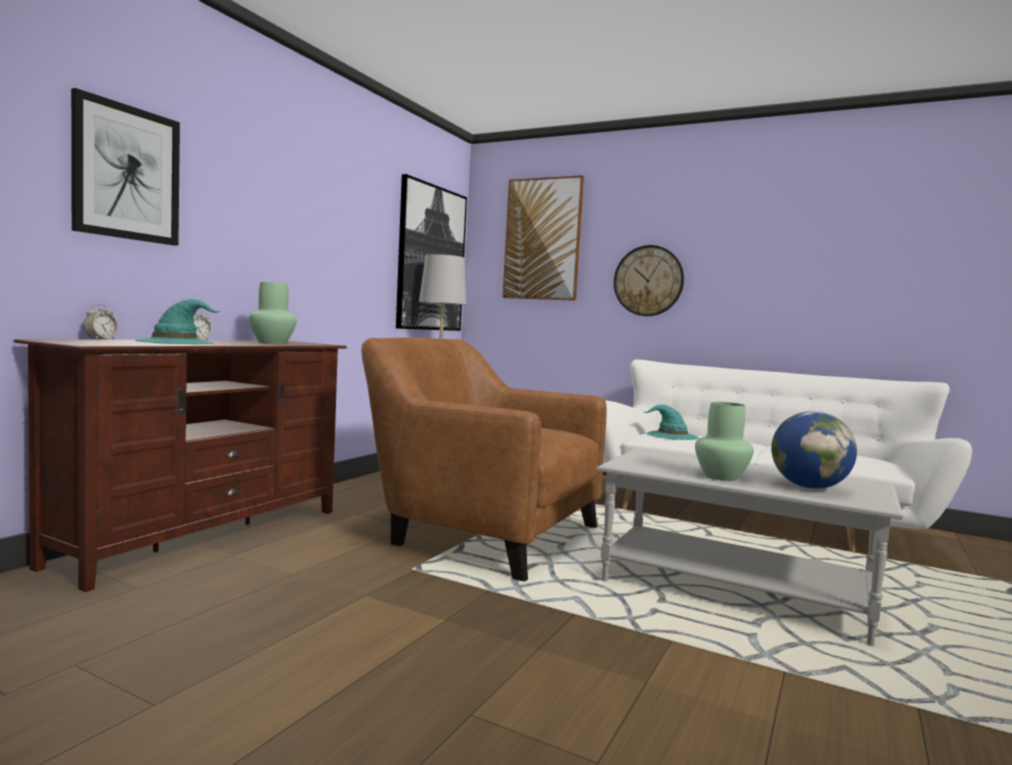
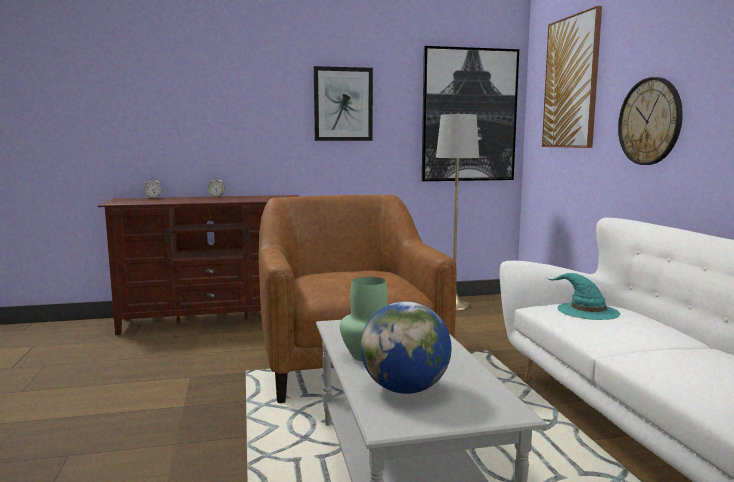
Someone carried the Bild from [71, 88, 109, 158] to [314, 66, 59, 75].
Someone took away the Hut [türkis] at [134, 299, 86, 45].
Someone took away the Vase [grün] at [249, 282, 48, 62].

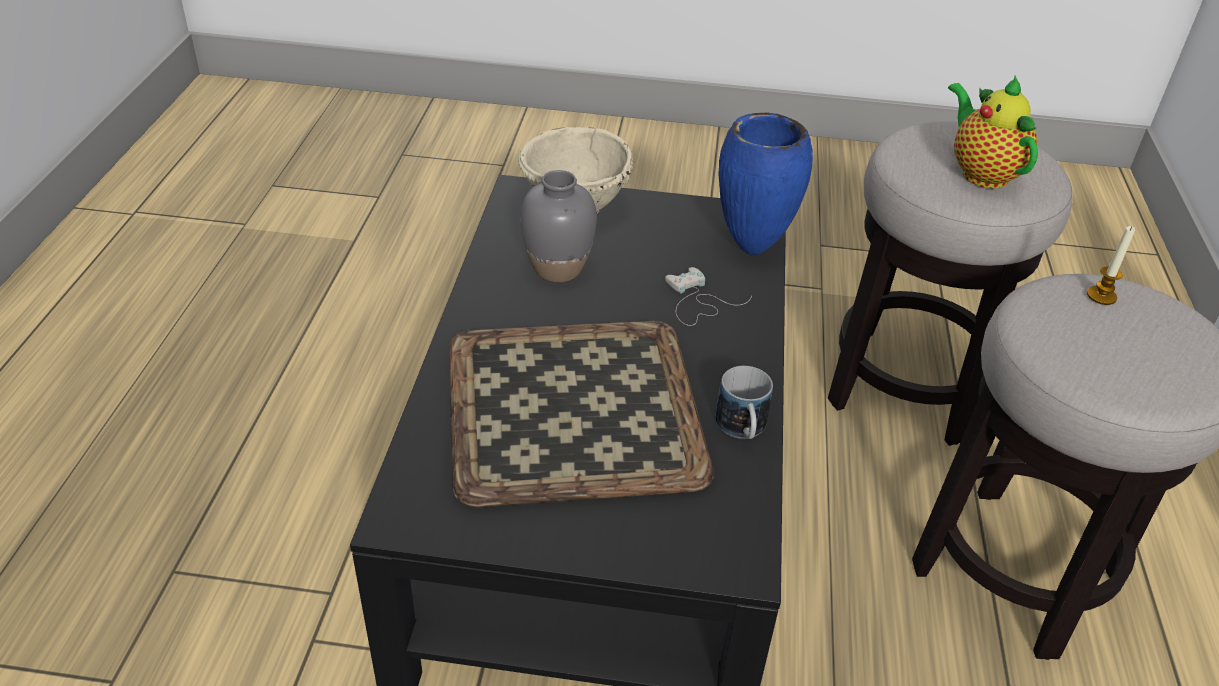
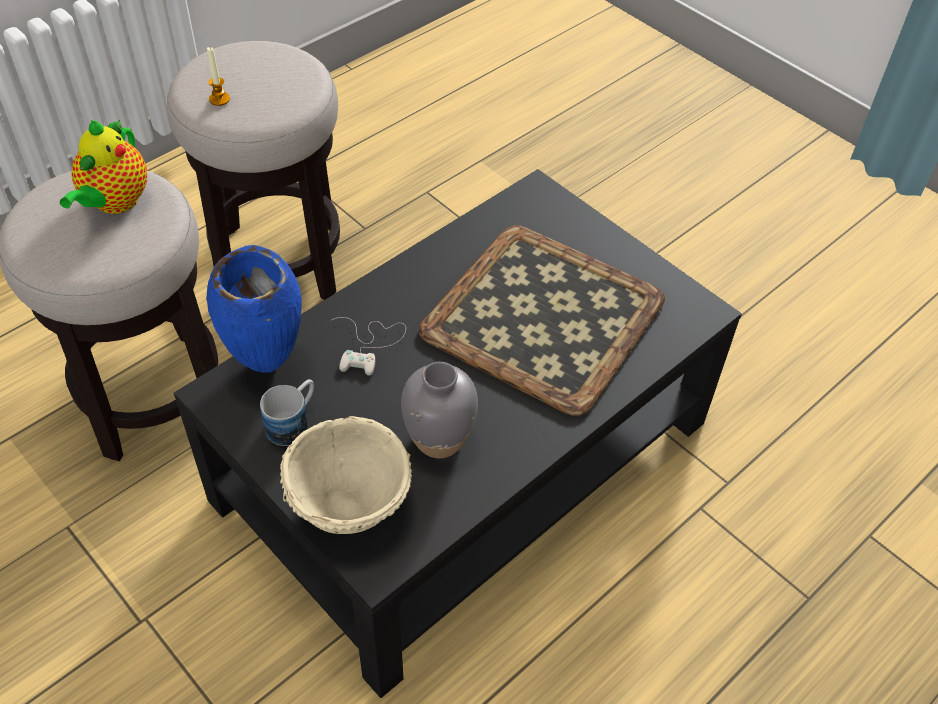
Someone carried the Henkelbecher from [715, 366, 58, 73] to [260, 379, 54, 67].

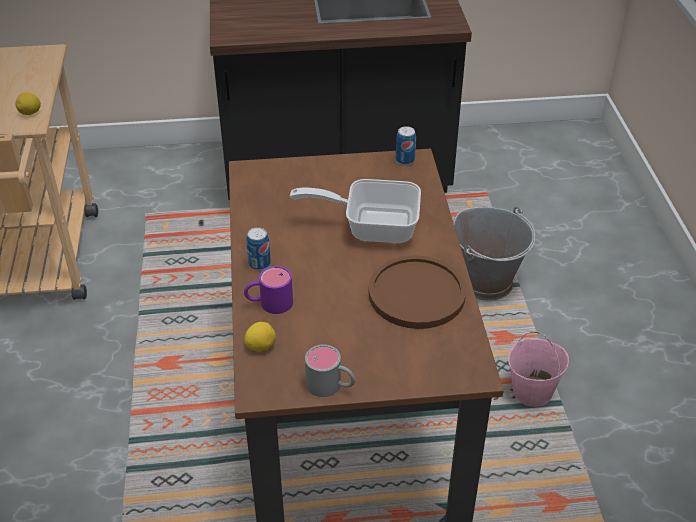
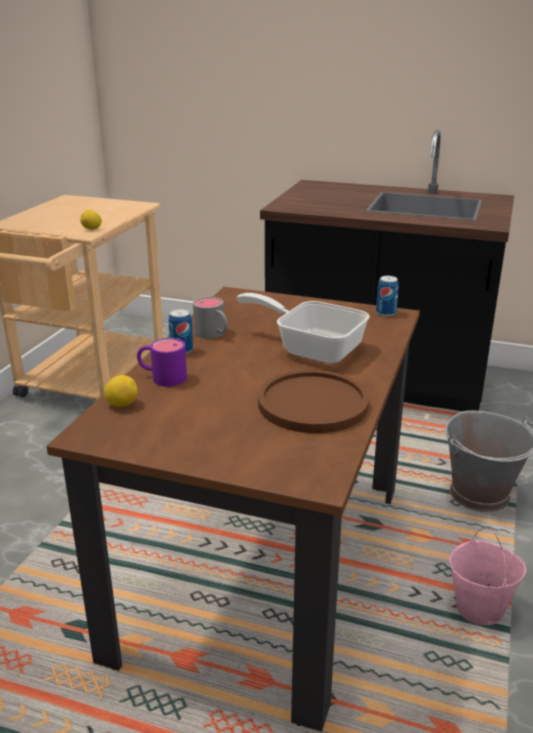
Someone carried the Henkelbecher [grau] from [305, 345, 51, 52] to [193, 297, 35, 42].

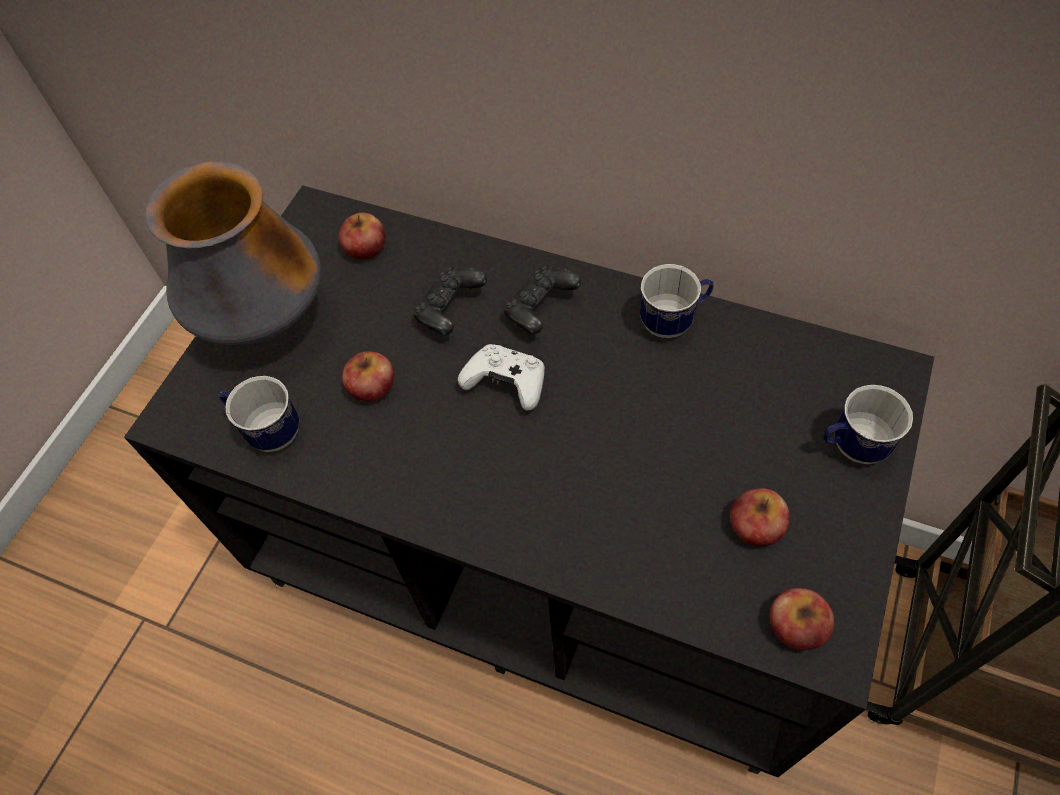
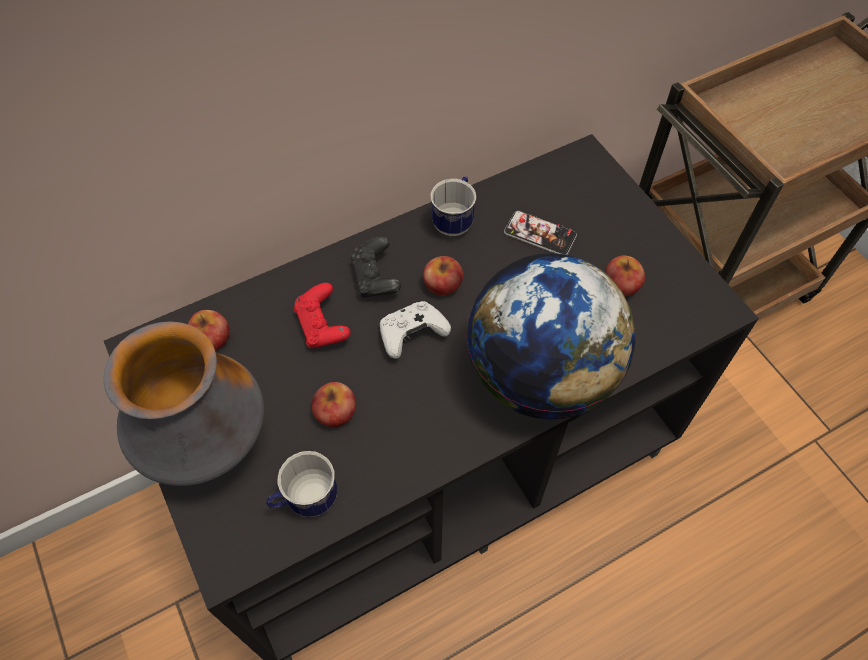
Someone repainted the Gamepad [schwarz] at [413, 267, 74, 68], which became the Gamepad [rot] at [294, 283, 57, 65].
Someone carried the Apfel from [770, 588, 64, 62] to [423, 256, 40, 39].
Someone took away the Henkelbecher at [823, 385, 90, 79].
Someone put down the Globus at [467, 253, 168, 167].
Someone put down the Handy at [504, 211, 73, 44].

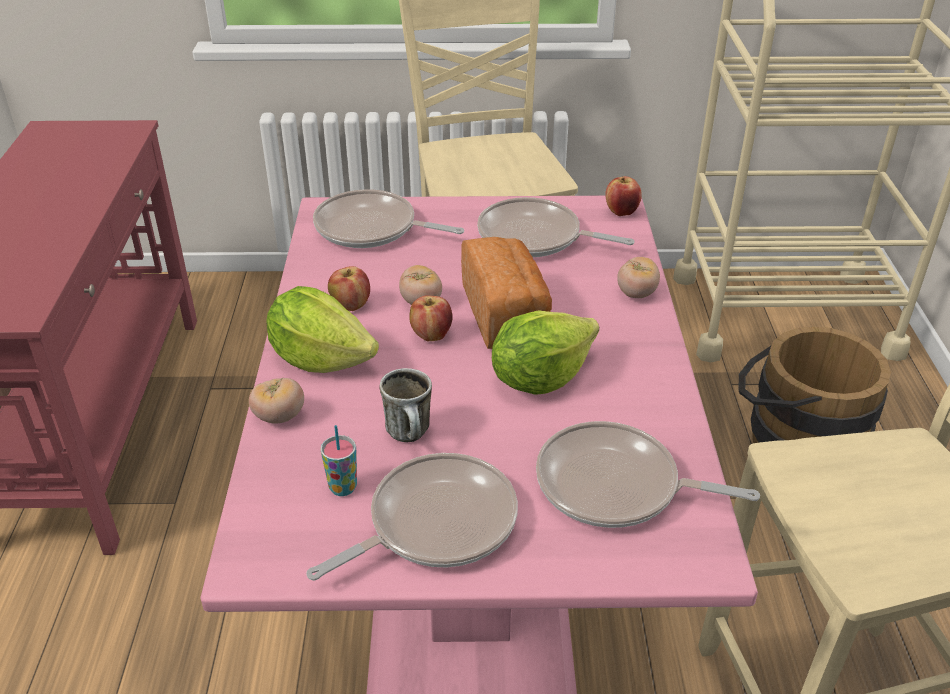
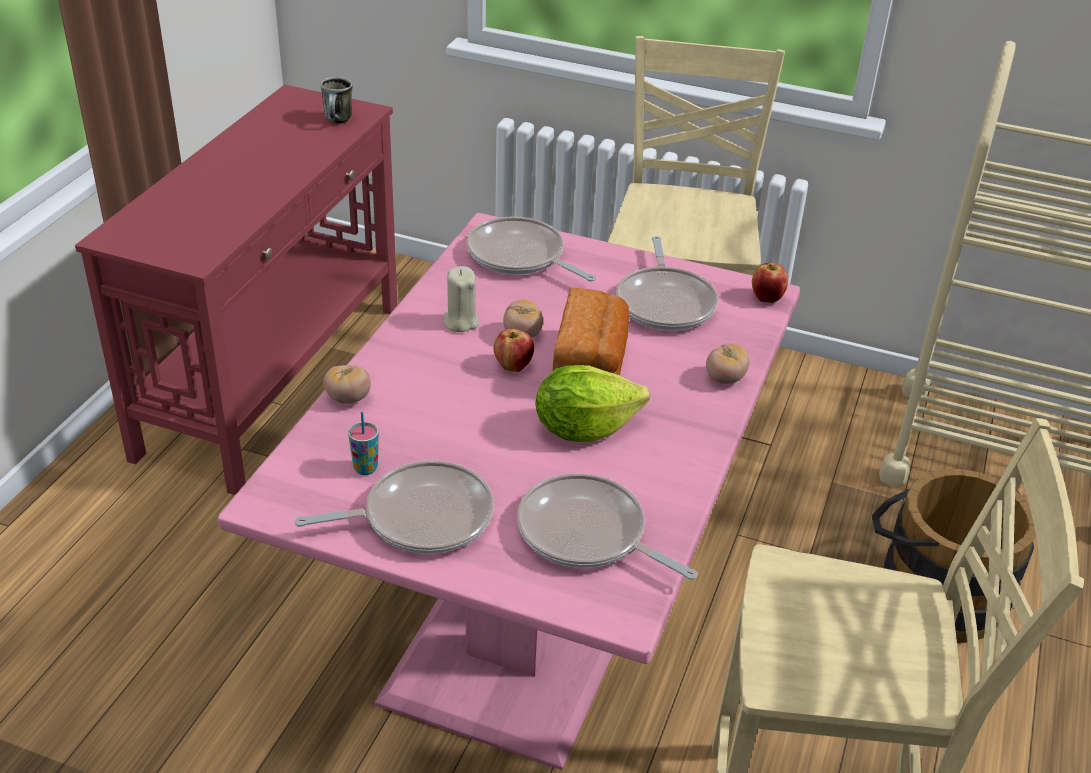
Someone took away the Salatkopf at [266, 286, 113, 87].
Someone swapped the Apfel at [328, 266, 42, 45] for the Kerze [beige] at [443, 266, 35, 66].
Someone carried the Henkelbecher from [379, 368, 53, 74] to [321, 77, 32, 47].
Someone rotated the Pfanne at [477, 197, 157, 60] by 135 degrees counterclockwise.

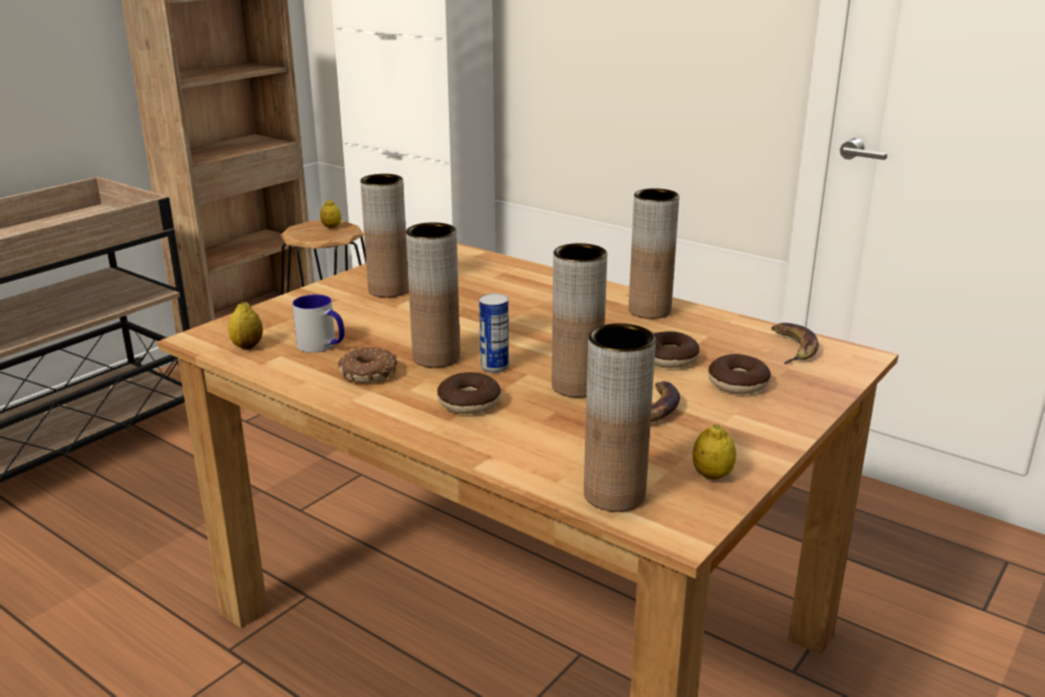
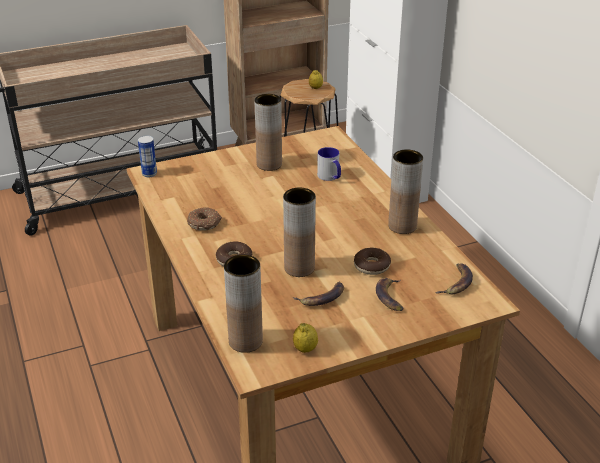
Someone took away the Zitrone at [228, 302, 35, 48].
Someone carried the Henkelbecher from [292, 294, 52, 59] to [317, 147, 24, 34].
Someone took away the Vase [braun] at [406, 222, 54, 146].
Someone carried the Dose from [479, 294, 30, 79] to [138, 136, 19, 41].
Someone swapped the Donut at [708, 354, 63, 40] for the Banane at [376, 278, 27, 33].

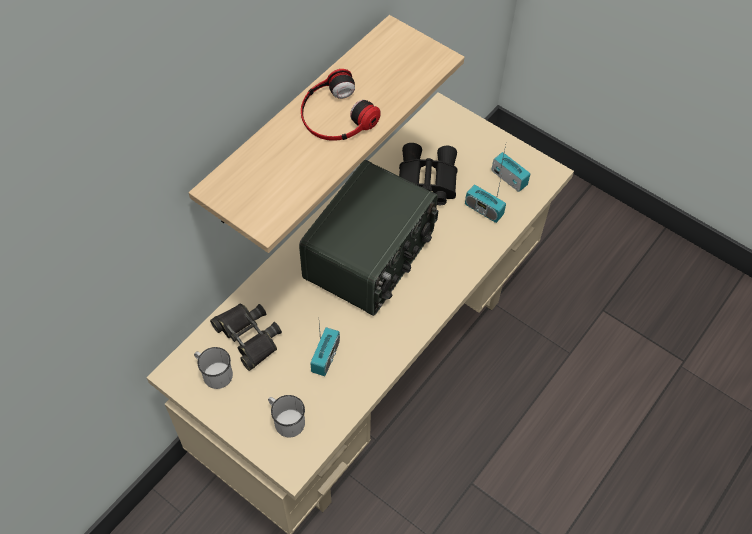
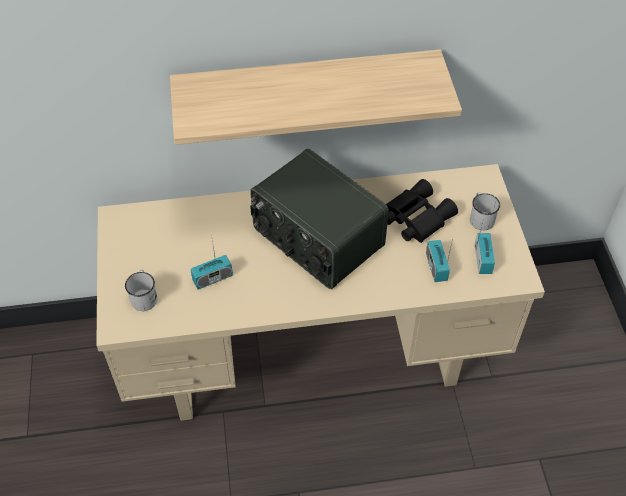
Someone carried the Henkelbecher [weiß] from [194, 347, 39, 42] to [470, 192, 30, 38].
Someone took away the Fernglas [schwarz] at [210, 304, 72, 67].
Someone rotated the Radio at [299, 160, 139, 156] by 60 degrees clockwise.
Someone took away the Kopfhörer at [301, 69, 80, 72].

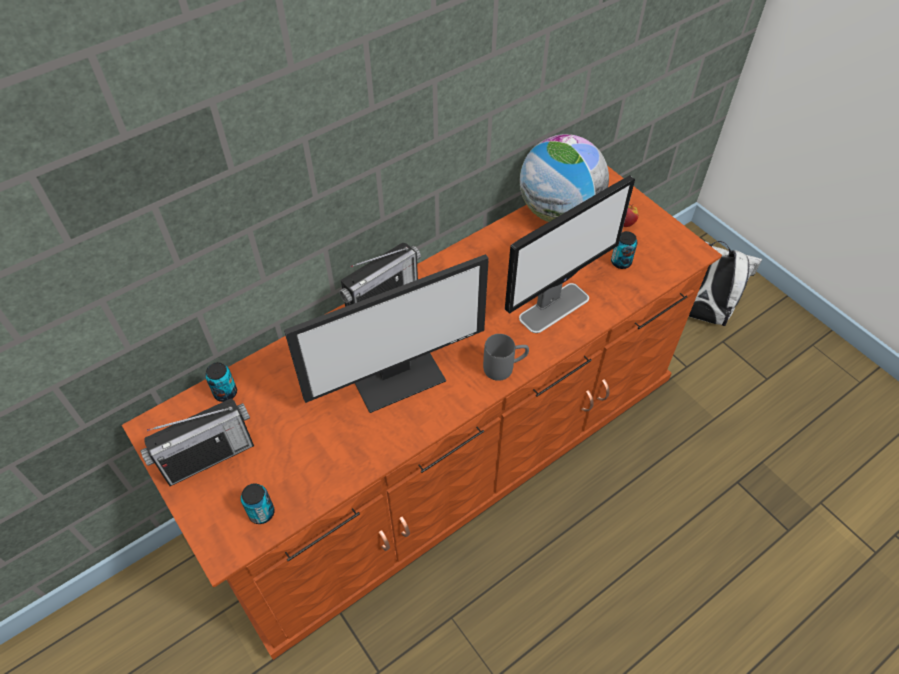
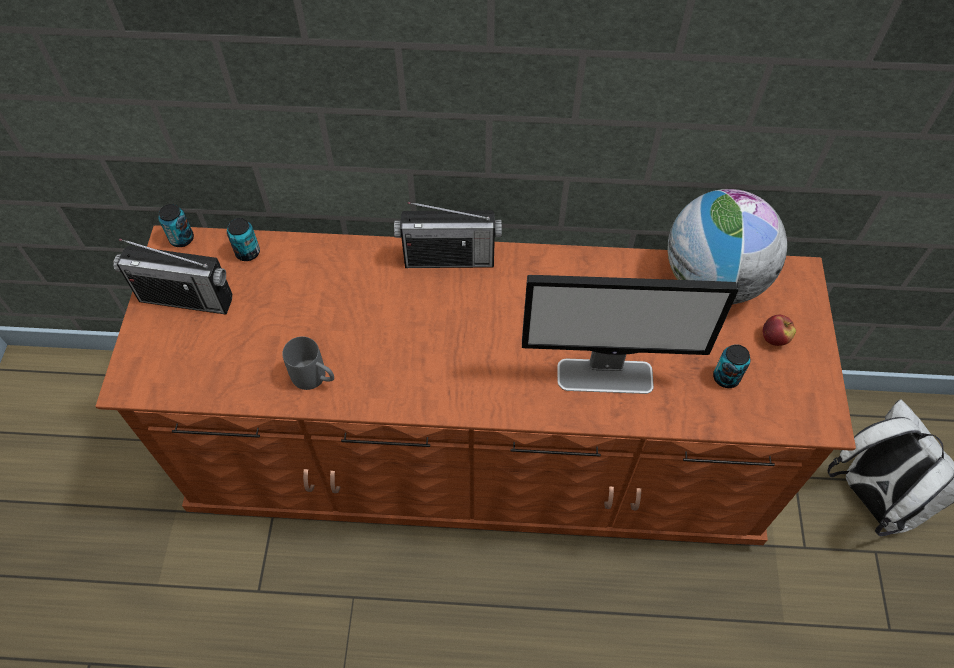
Someone carried the Dose from [241, 483, 34, 41] to [158, 204, 36, 43].
Someone took away the Monitor at [284, 254, 205, 159].
Someone carried the Henkelbecher [grau] from [483, 334, 46, 47] to [282, 336, 52, 54].

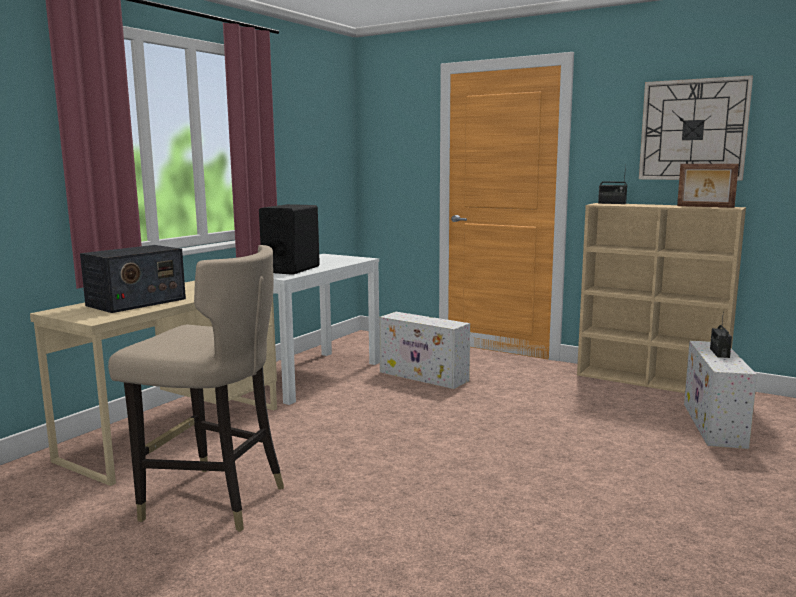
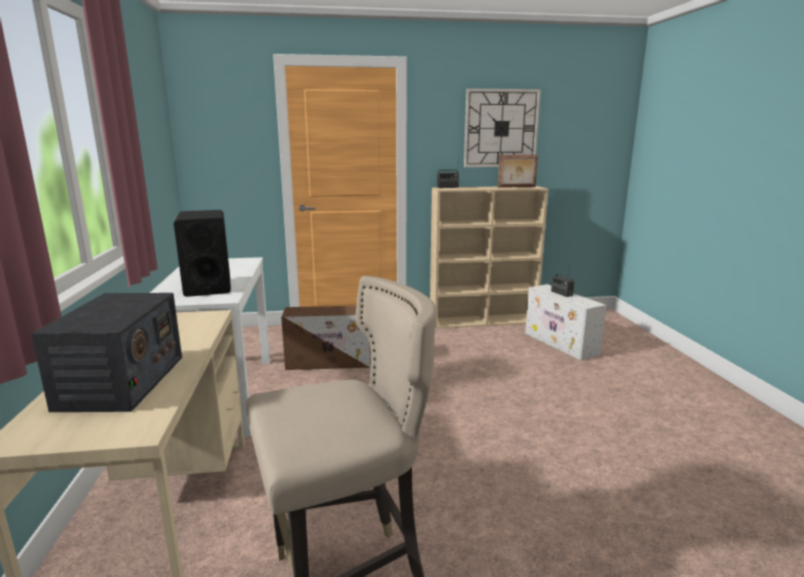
Someone repainted the Aufbewahrungsbox [weiß] at [379, 312, 91, 77], which became the Aufbewahrungsbox [braun] at [281, 306, 90, 64].

